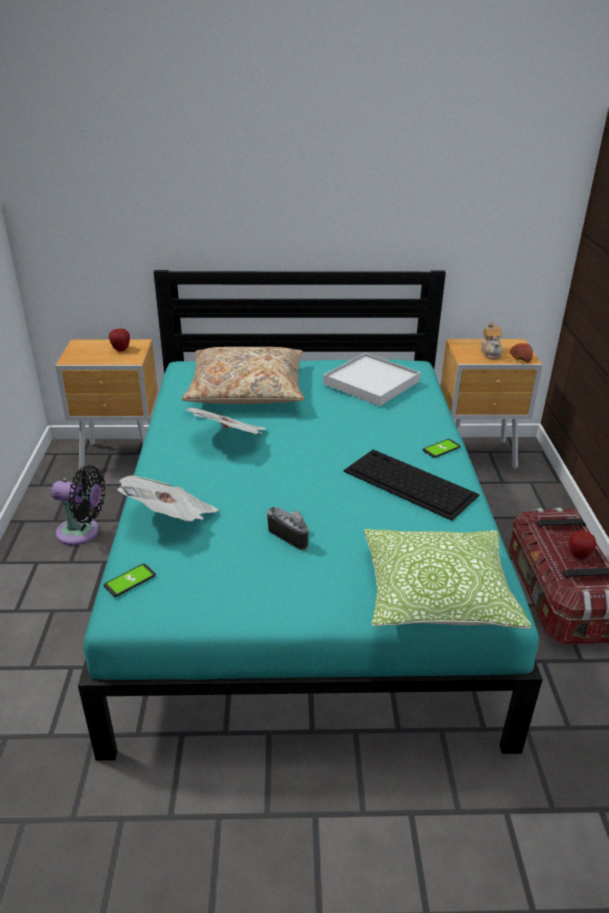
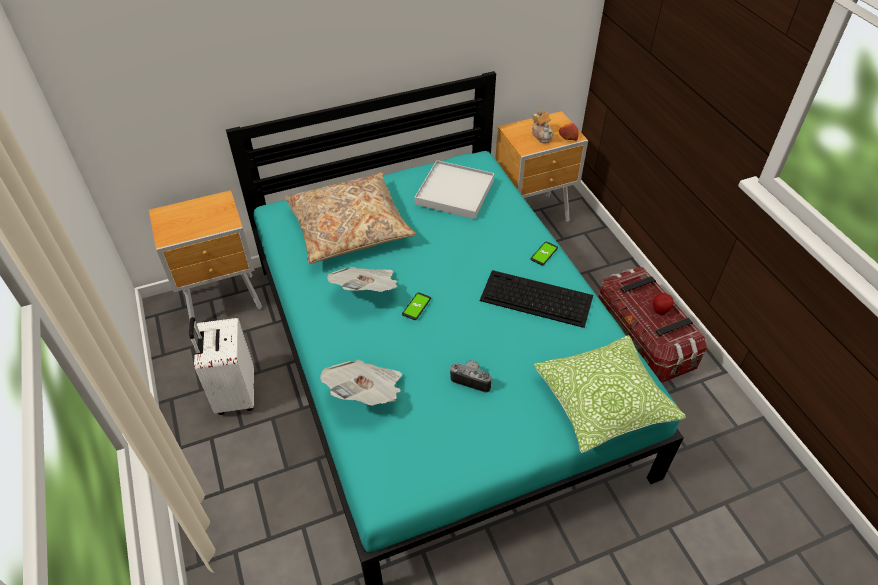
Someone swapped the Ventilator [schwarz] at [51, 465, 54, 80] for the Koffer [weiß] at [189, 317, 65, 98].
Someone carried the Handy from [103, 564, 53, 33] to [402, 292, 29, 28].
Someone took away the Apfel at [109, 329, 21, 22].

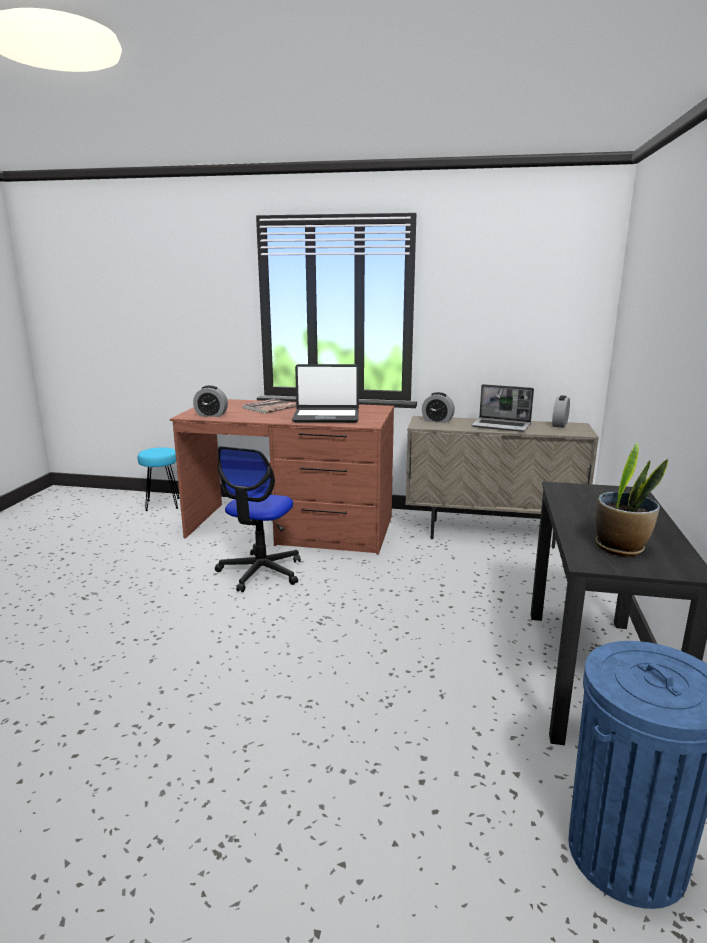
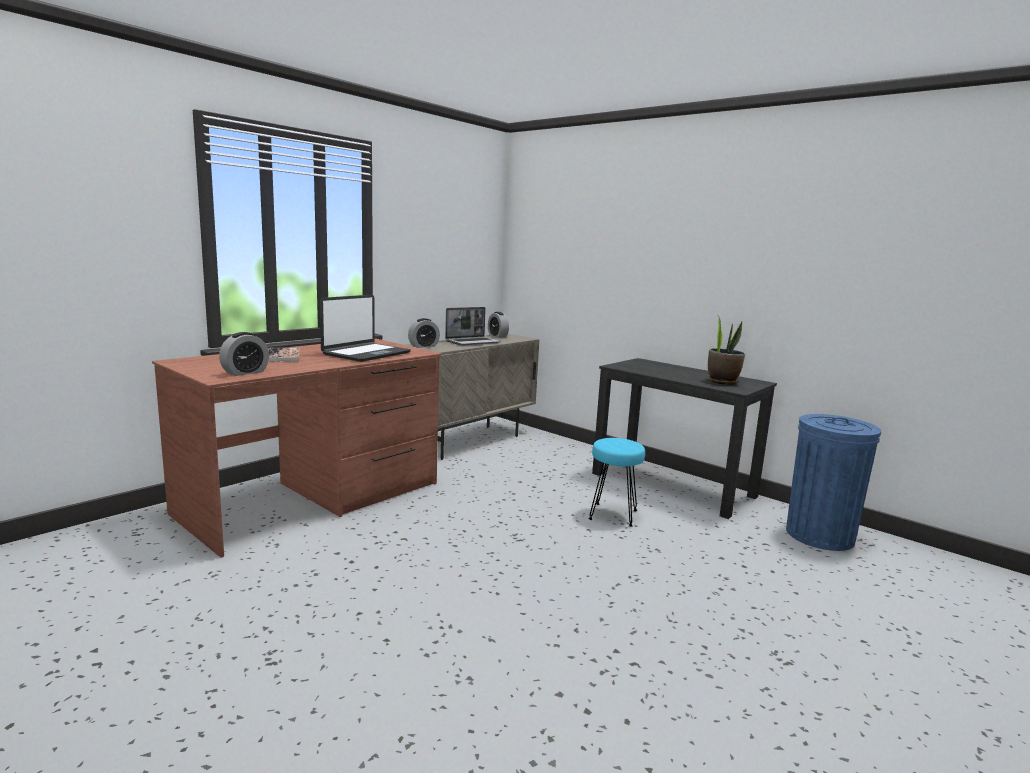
Someone carried the Hocker [türkis] from [138, 447, 42, 64] to [589, 438, 56, 89].
Someone took away the Bürostuhl at [215, 446, 86, 146].

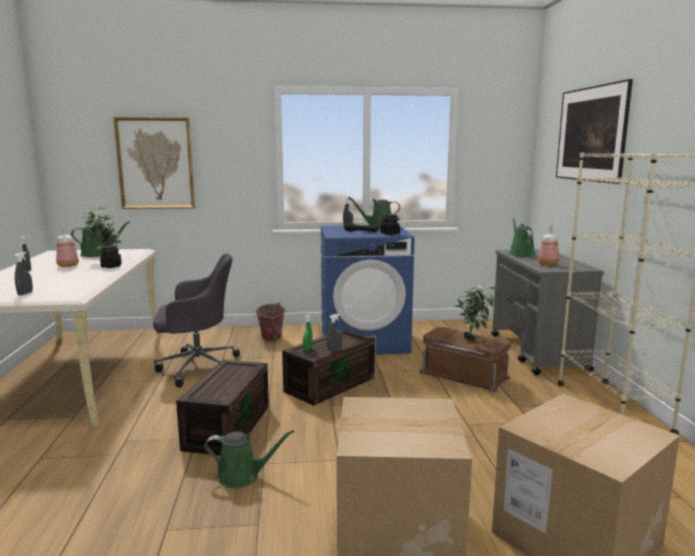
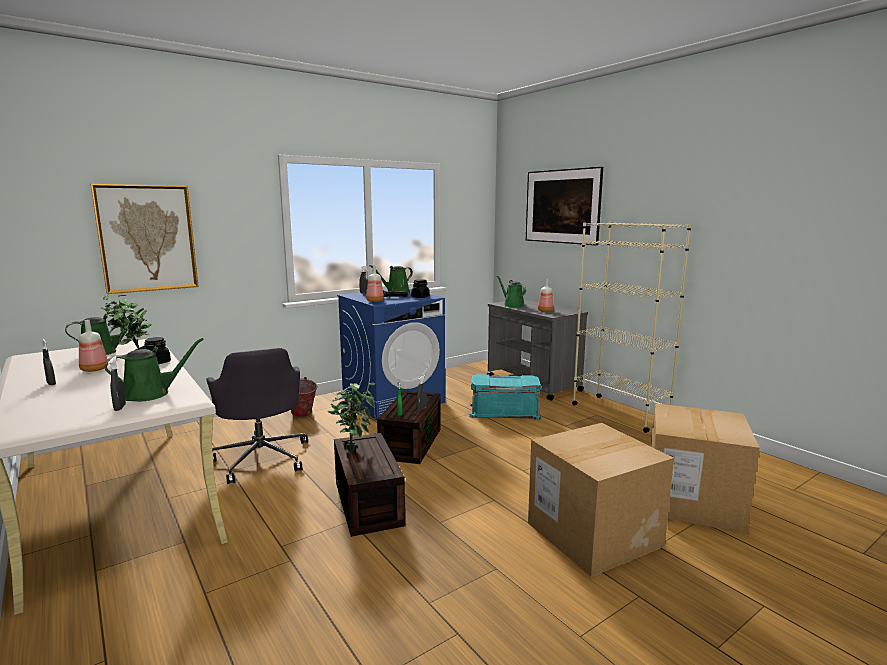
Someone rotated the Bürostuhl [grau] at [153, 254, 87, 133] by 105 degrees clockwise.
Someone carried the Gießkanne [grün] from [204, 430, 91, 58] to [105, 338, 99, 63].
Someone repainted the Aufbewahrungsbox [braun] at [419, 327, 92, 65], which became the Aufbewahrungsbox [türkis] at [469, 374, 72, 46].
Someone carried the Topfpflanze from [454, 285, 43, 56] to [327, 383, 49, 68].
Someone put down the Flasche at [366, 265, 18, 37].

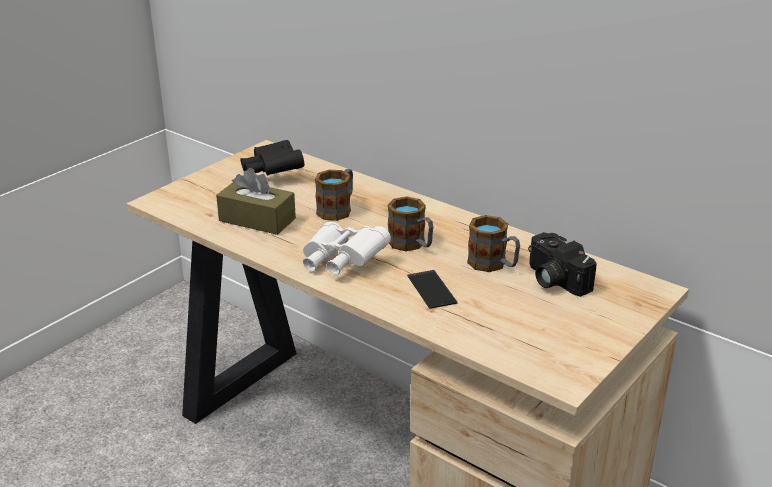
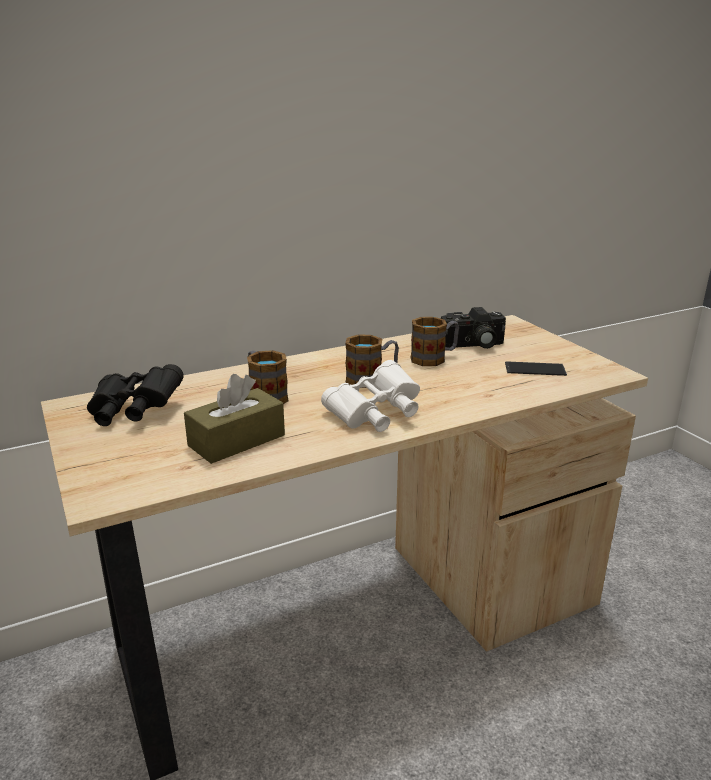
Someone carried the Handy from [407, 270, 51, 39] to [505, 361, 62, 15].

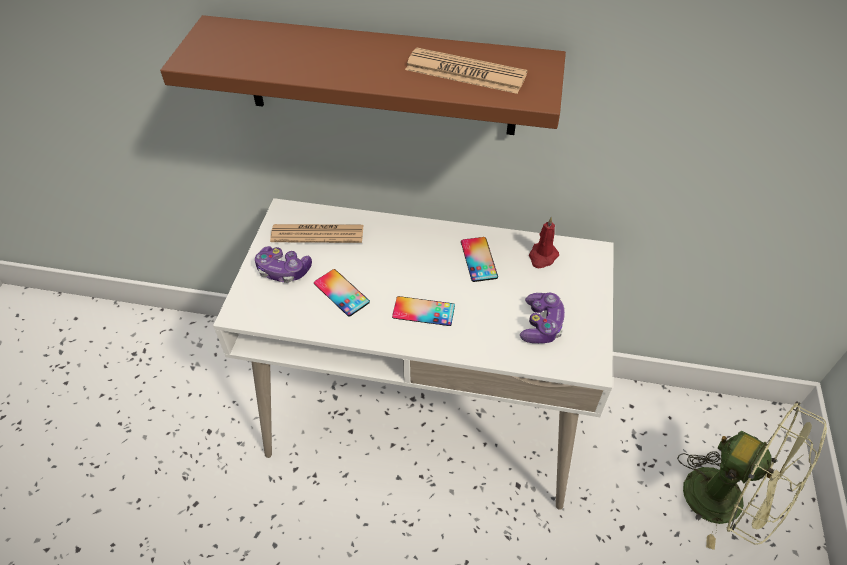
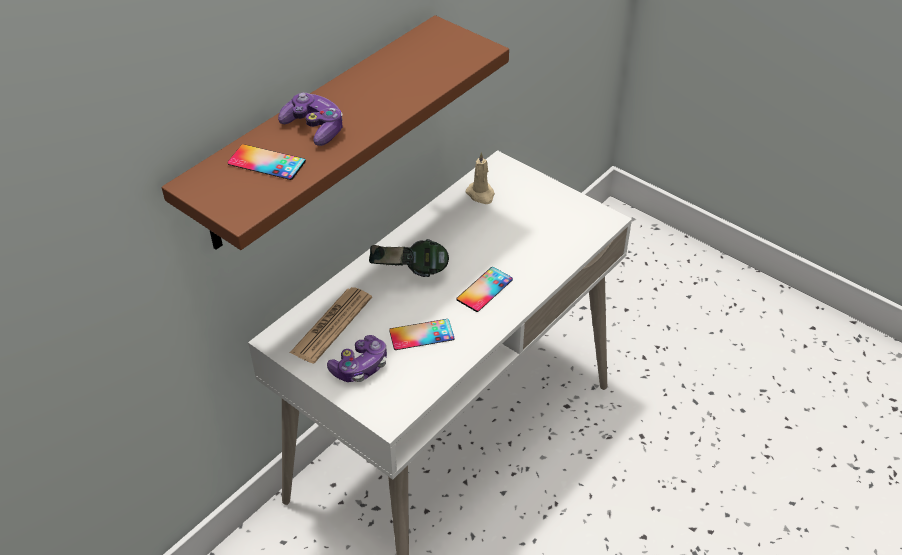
Someone took away the Zeitung at [405, 48, 122, 46].
Someone carried the Handy from [461, 237, 37, 45] to [228, 144, 78, 36].
Someone carried the Gamepad from [520, 293, 45, 50] to [278, 93, 65, 53].
Someone repainted the Kerze [rot] at [529, 217, 30, 51], which became the Kerze [beige] at [466, 152, 29, 52].
Someone took away the Ventilator [grün] at [677, 401, 150, 149].
Someone put down the Kopfhörer at [369, 239, 80, 38].

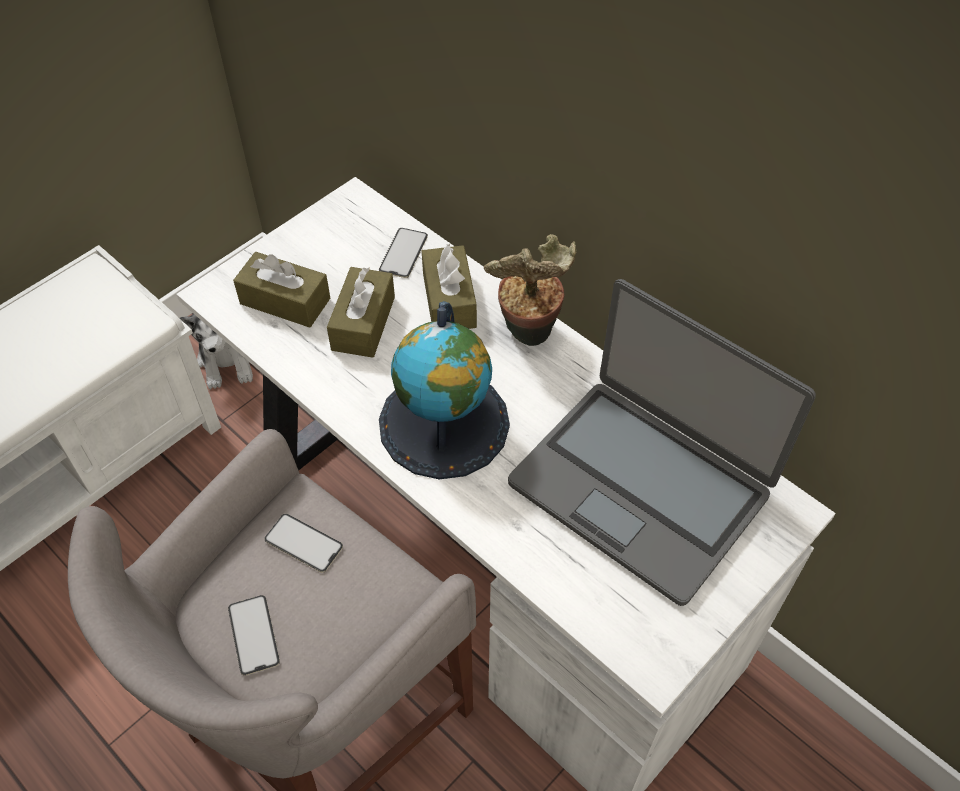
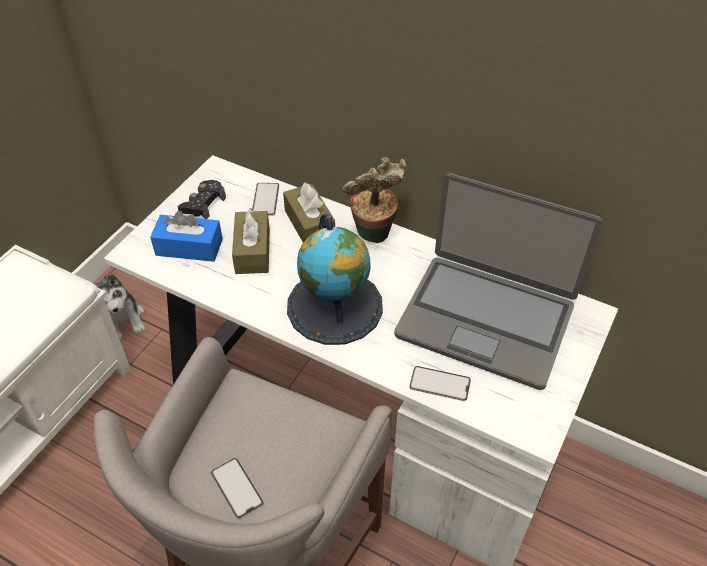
Someone repainted the Taschentuchbox [braun] at [233, 252, 97, 76], which became the Taschentuchbox [blau] at [150, 211, 73, 51].
Someone carried the Handy from [264, 513, 79, 60] to [409, 366, 62, 35].
Someone put down the Gamepad [schwarz] at [178, 180, 48, 39].

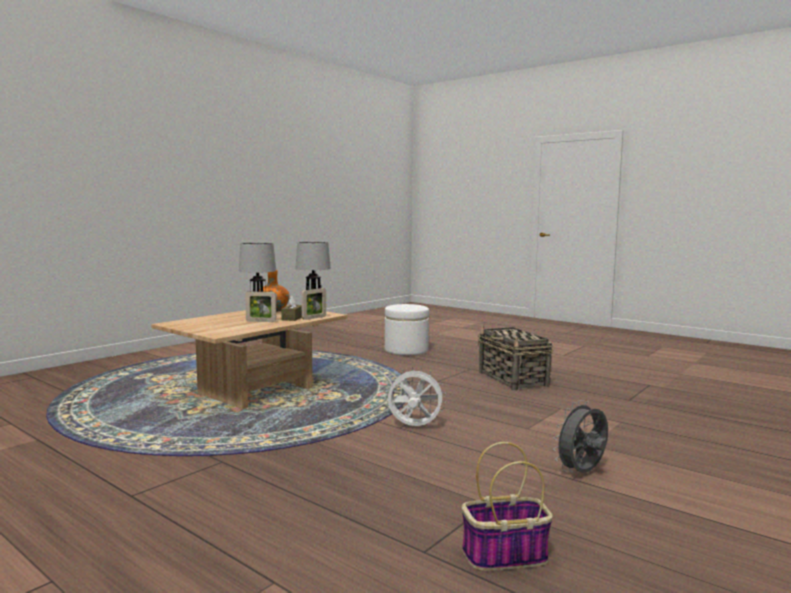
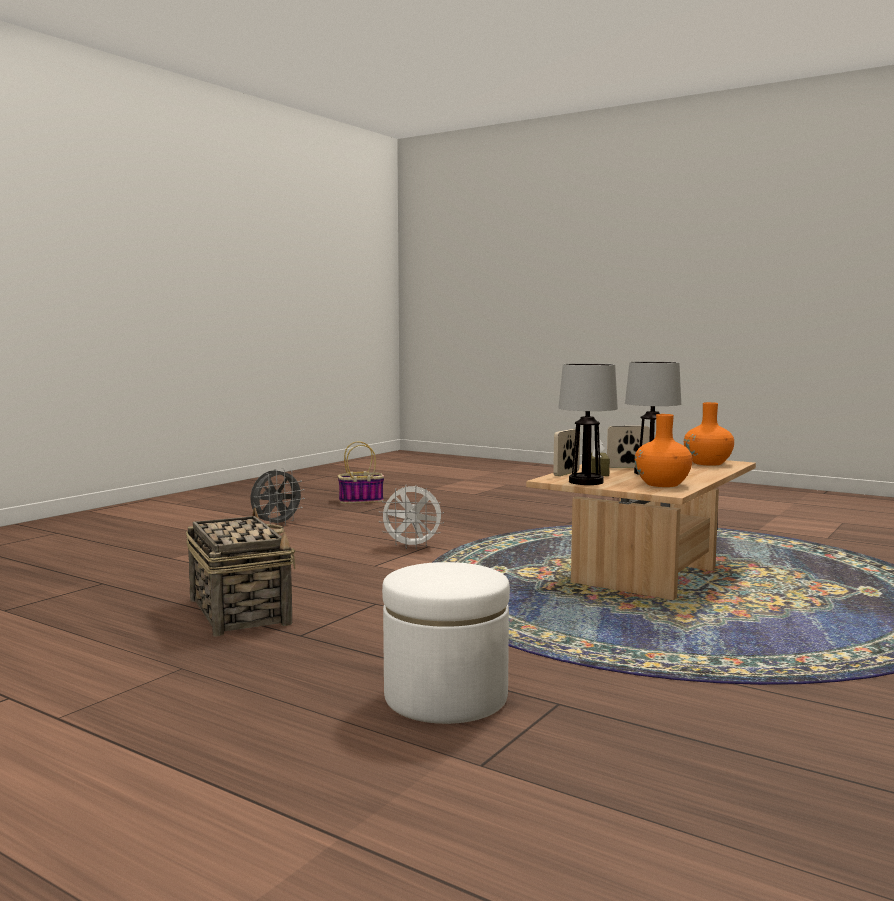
Someone put down the Vase [orange] at [684, 402, 50, 64].

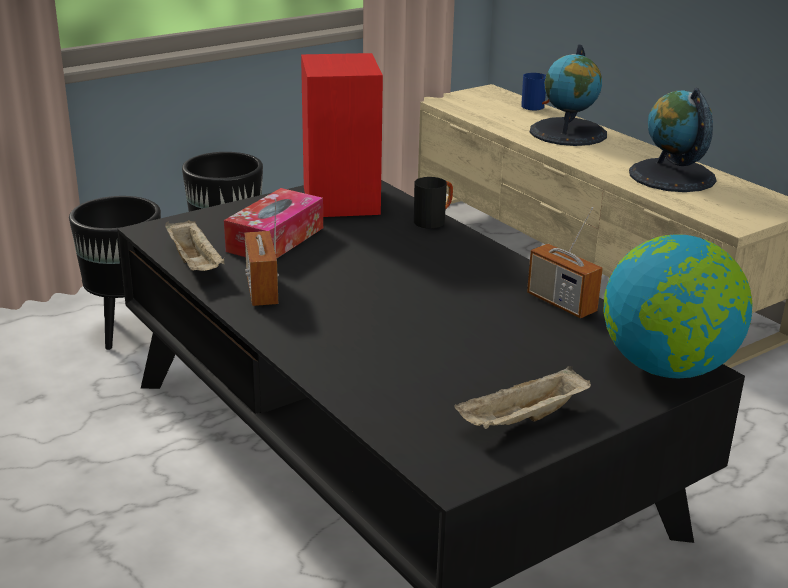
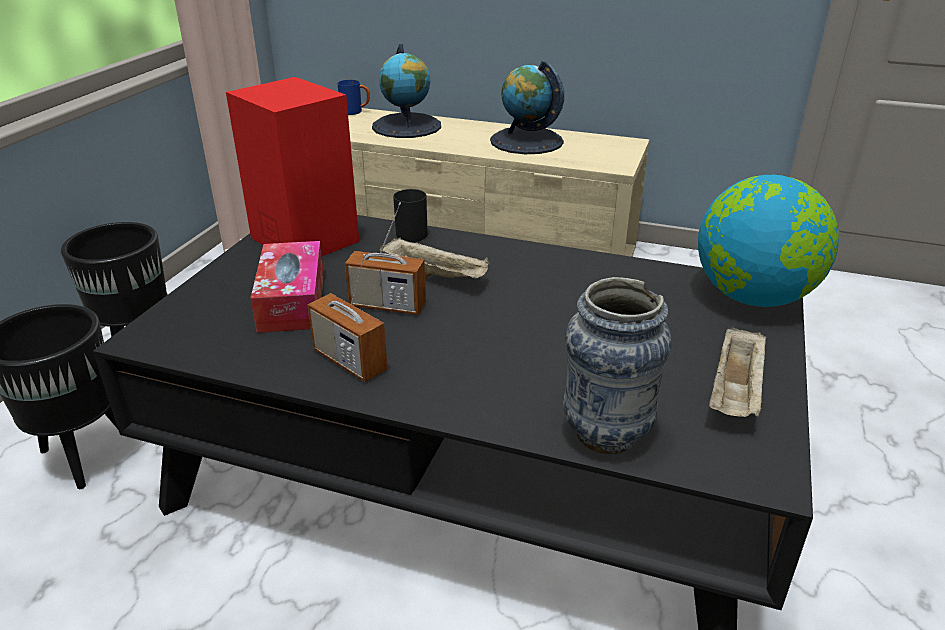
Someone carried the Tablett [beige] from [165, 220, 59, 51] to [380, 237, 110, 42].
Someone carried the Radio from [527, 207, 76, 111] to [345, 202, 81, 113].
Someone put down the Vase at [563, 277, 109, 177].

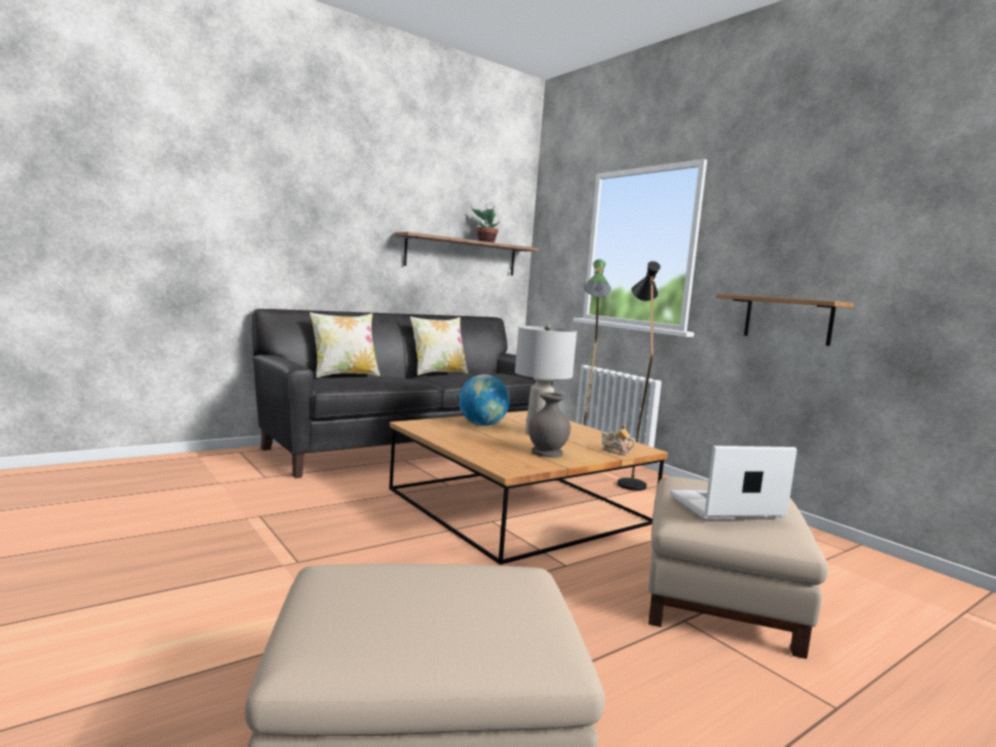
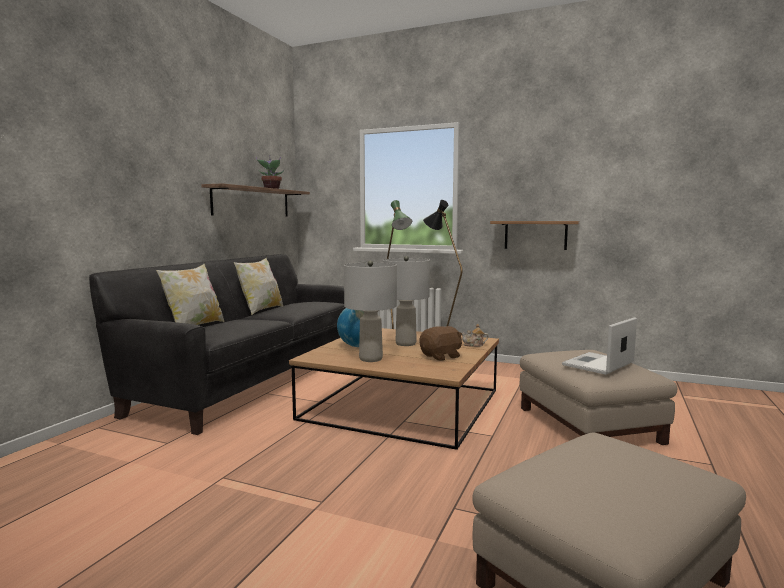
Someone swapped the Vase [grau] at [528, 393, 43, 65] for the Plüschtier [braun] at [419, 326, 43, 35].
Someone put down the Tischlampe [grau] at [344, 261, 53, 101].

